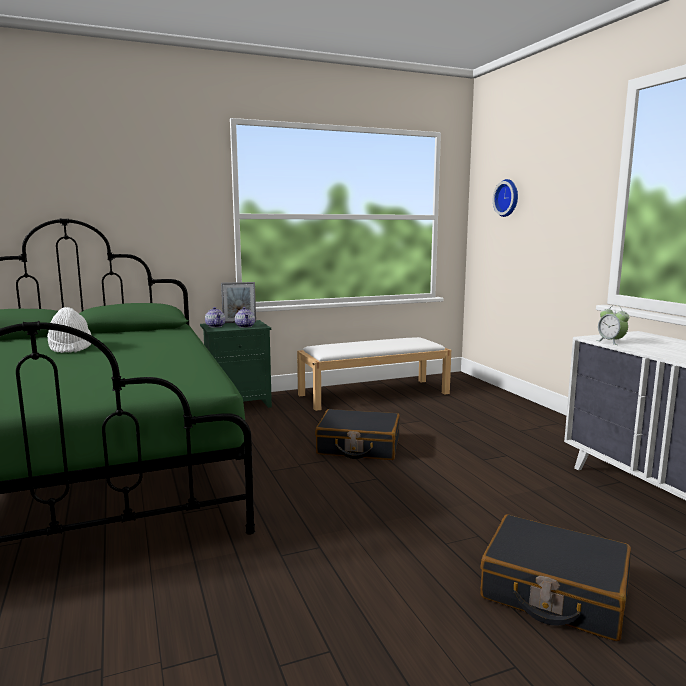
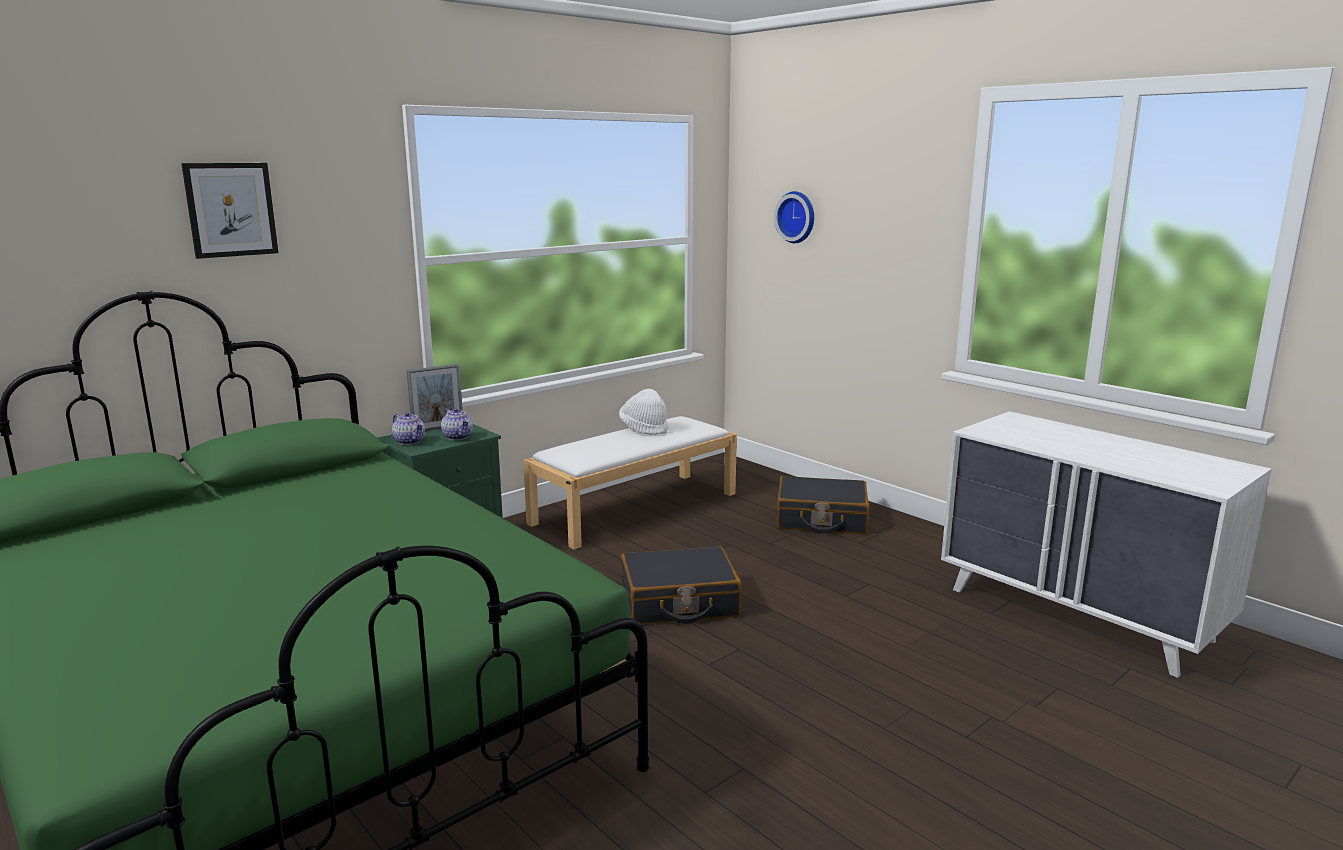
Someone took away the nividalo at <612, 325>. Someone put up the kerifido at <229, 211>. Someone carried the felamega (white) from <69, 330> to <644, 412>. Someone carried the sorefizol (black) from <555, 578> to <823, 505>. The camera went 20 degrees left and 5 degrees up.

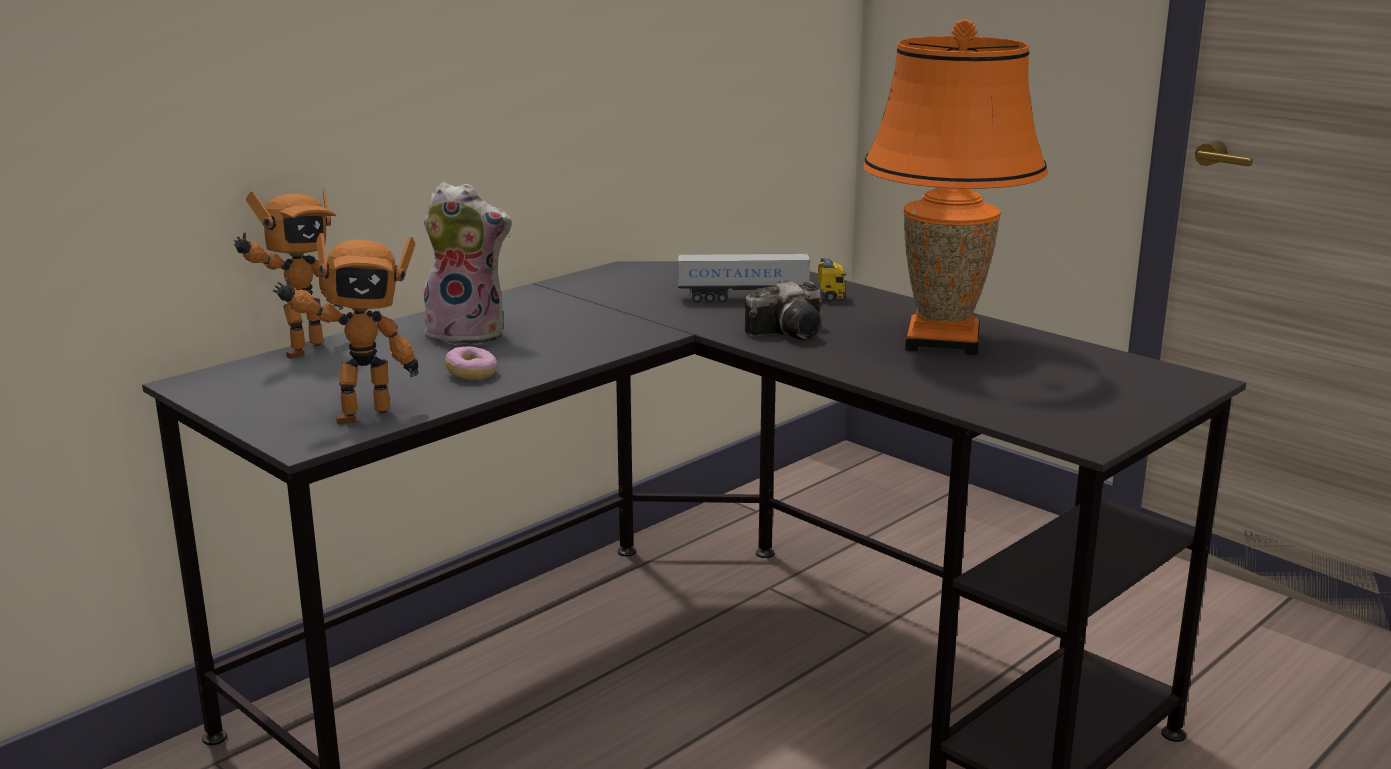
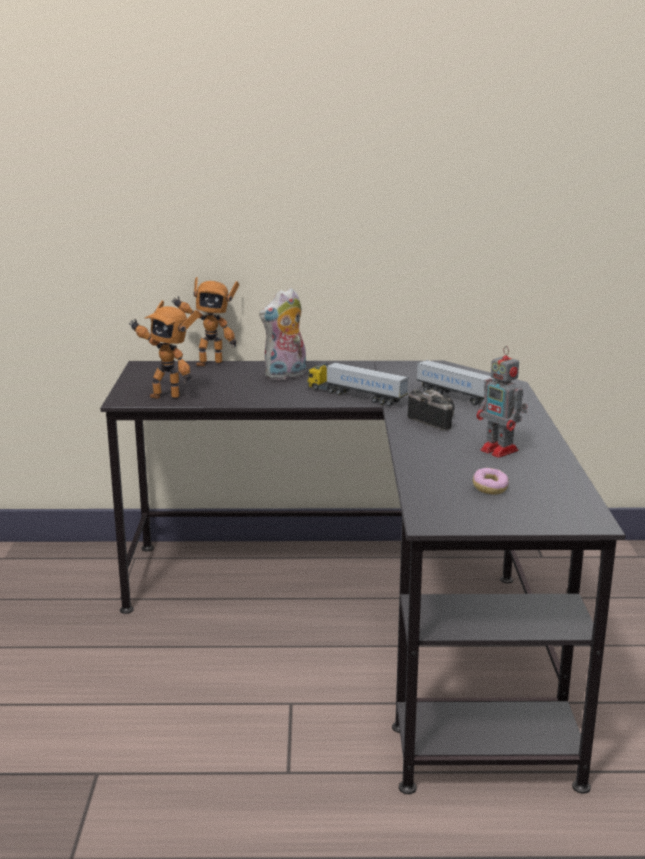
Someone put down the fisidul at <358, 384>. Someone carried the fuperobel from <471, 363> to <491, 481>. Someone swapped the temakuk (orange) at <955, 187> for the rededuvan at <502, 402>. Someone rotated the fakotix at <466, 263> by 90 degrees clockwise. Someone rotated the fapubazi at <783, 310> by 150 degrees counterclockwise. The camera went 45 degrees right and 0 degrees up.

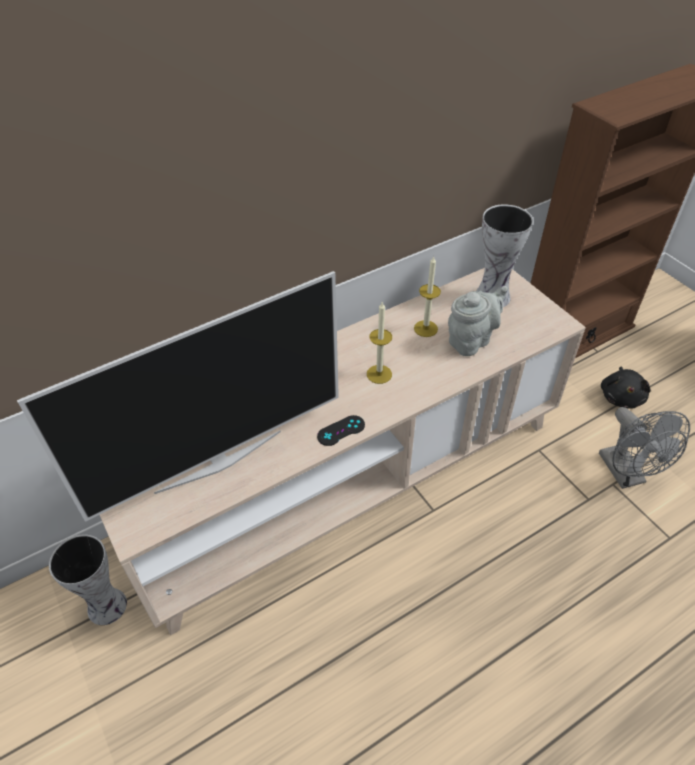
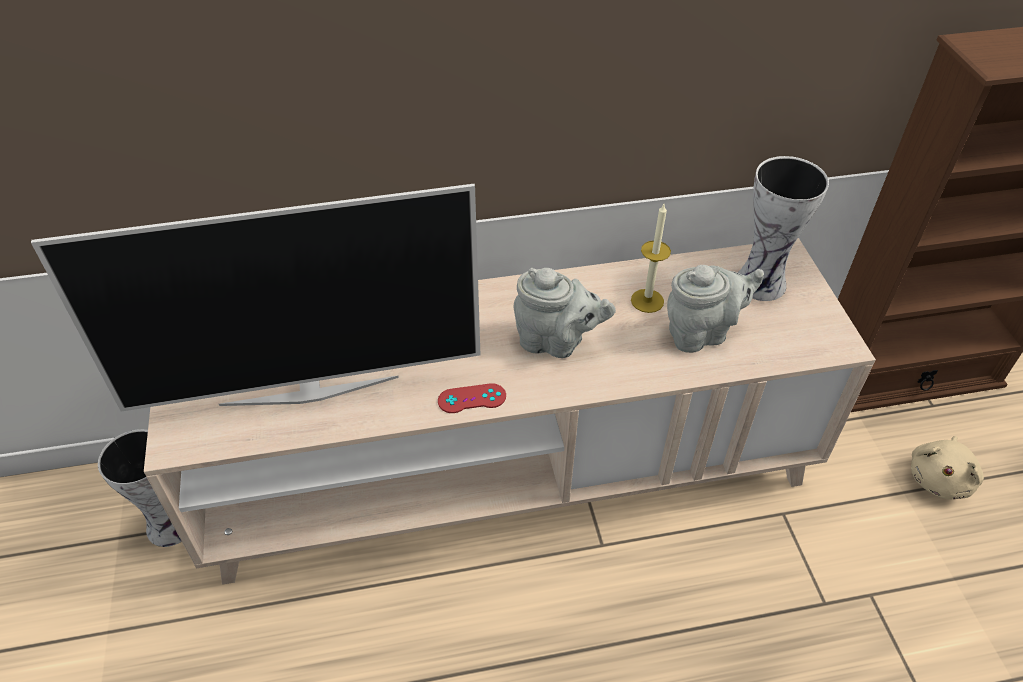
Someone took away the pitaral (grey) at <644, 448>. Someone swapped the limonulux at <379, 343> for the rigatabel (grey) at <565, 313>. Someone repainted the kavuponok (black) at <341, 430>, which became the kavuponok (red) at <472, 398>. Someone repainted the fakotix (black) at <625, 388>, which became the fakotix (beige) at <947, 468>. The camera went 20 degrees right and 0 degrees up.

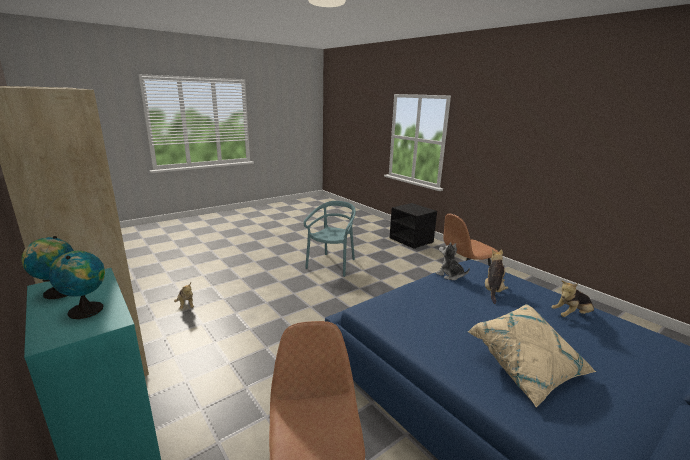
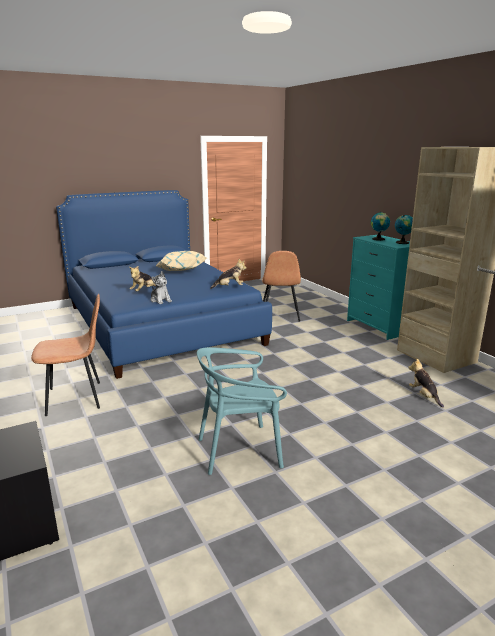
Someone carried the fakotix from <572, 299> to <228, 274>. Someone rotated the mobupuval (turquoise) at <329, 239> by 45 degrees clockwise. The camera went 170 degrees left and 0 degrees up.

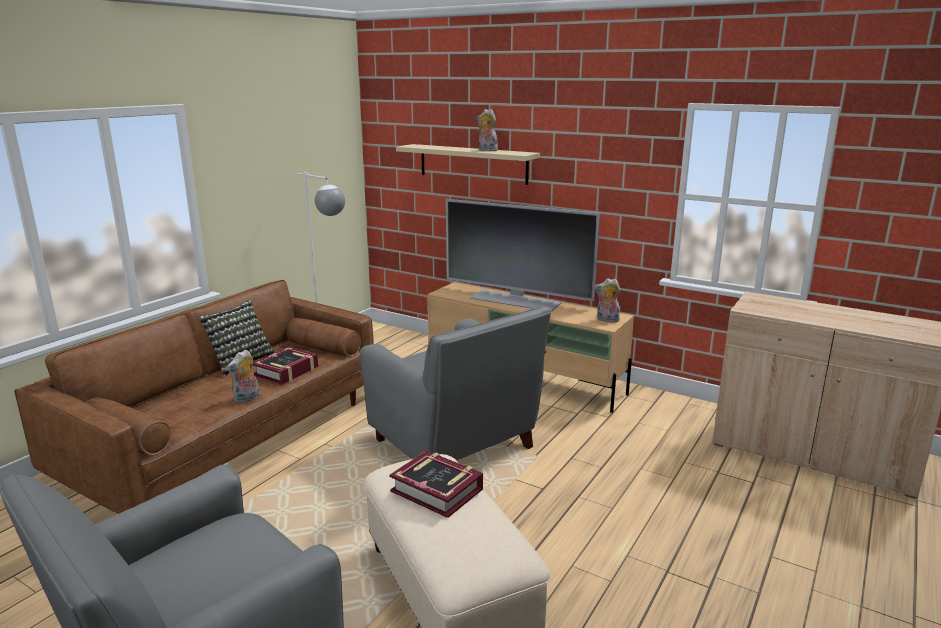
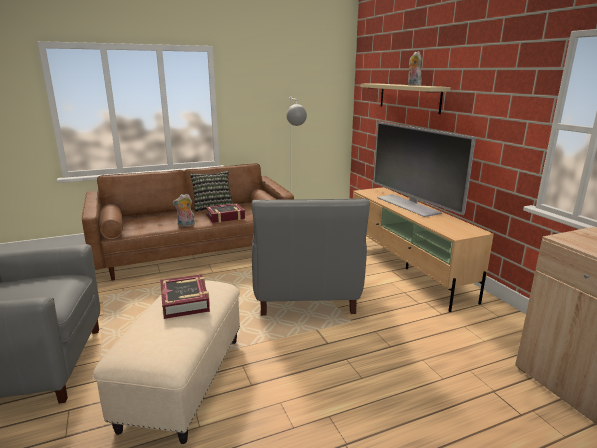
Someone took away the fakotix at <607, 300>. The camera went 35 degrees right and 0 degrees up.

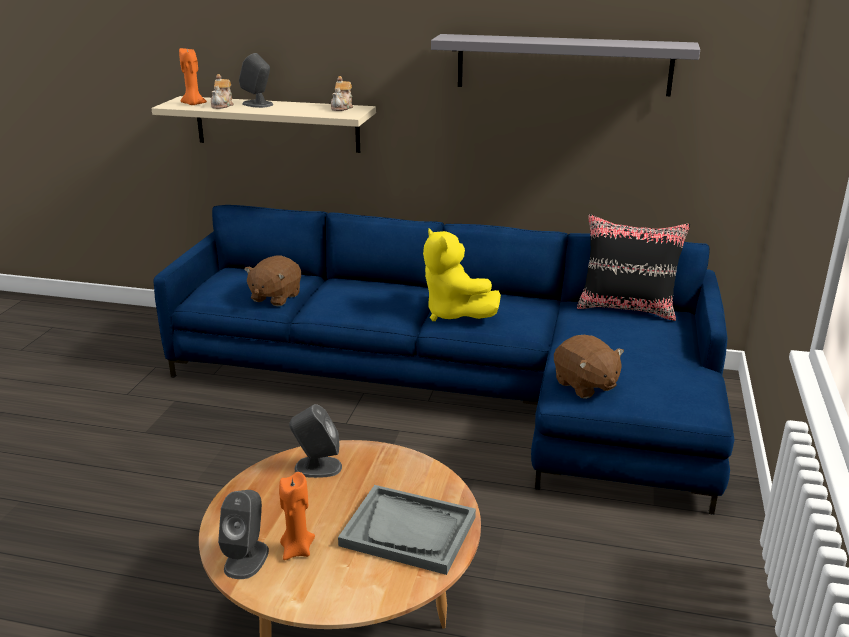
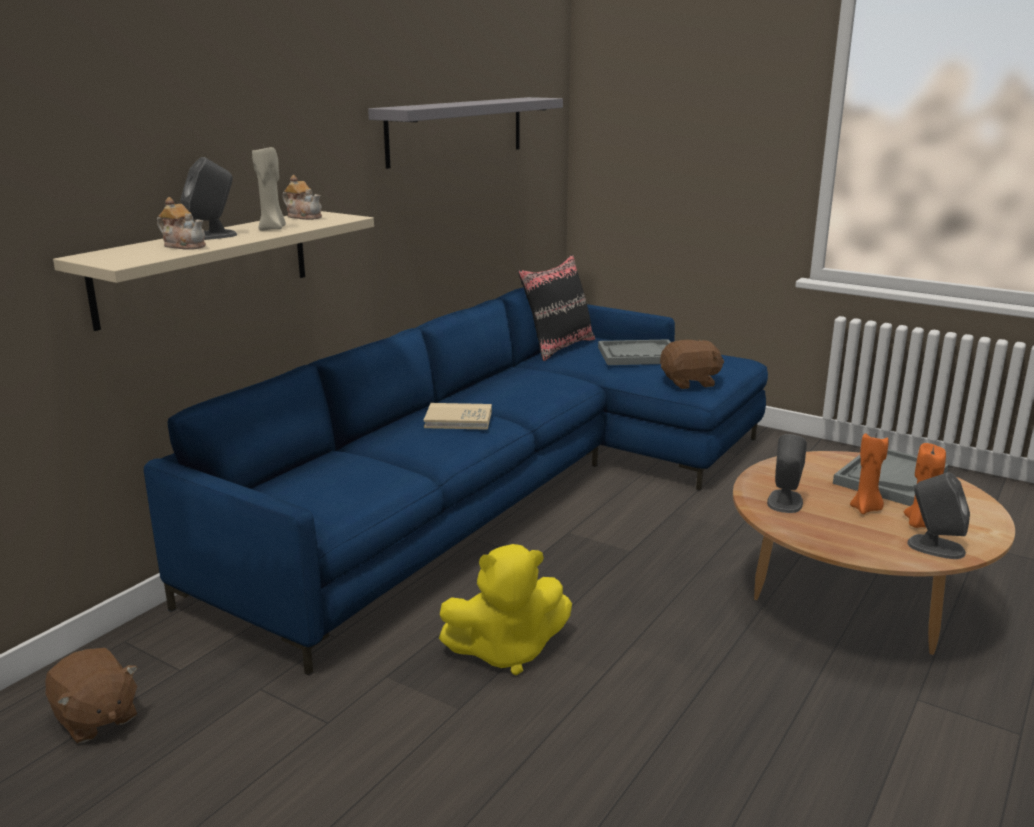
Someone put down the limonulux (beige) at <269, 189>. Someone put down the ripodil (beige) at <458, 416>. Someone put down the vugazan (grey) at <634, 352>. Someone carried the limonulux (orange) from <193, 76> to <869, 473>. Someone carried the fakotix (brown) from <272, 281> to <91, 696>. Someone carried the fakotix (yellow) from <462, 274> to <505, 610>. The camera went 70 degrees left and 5 degrees down.

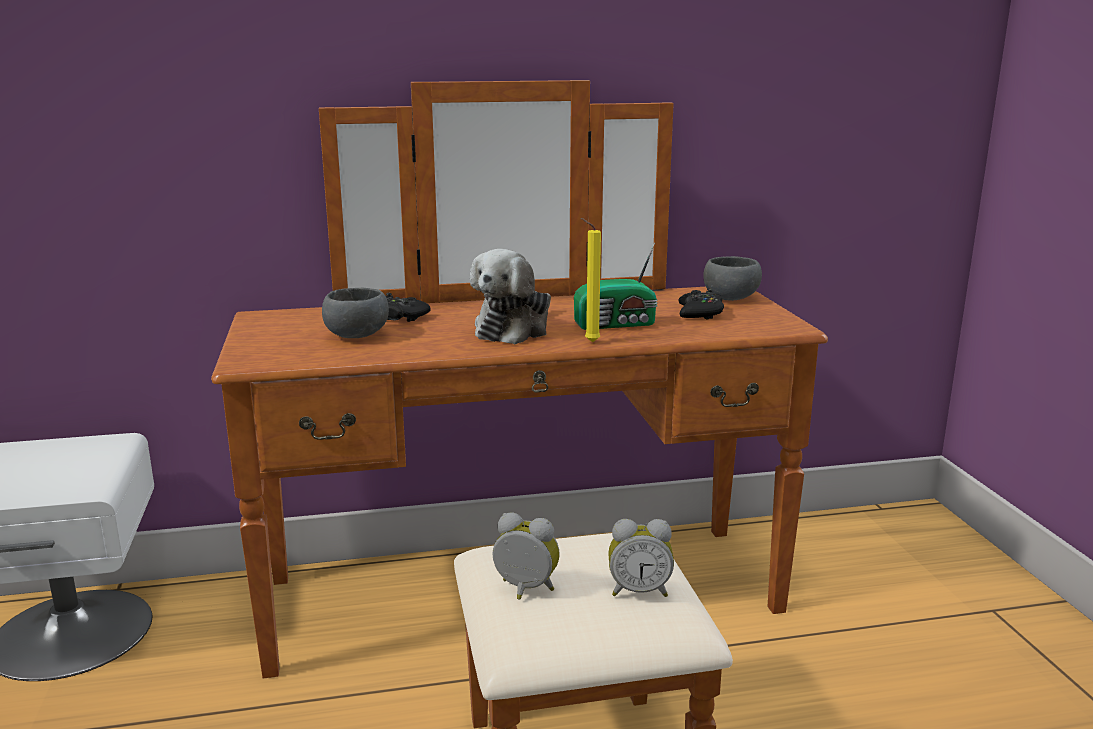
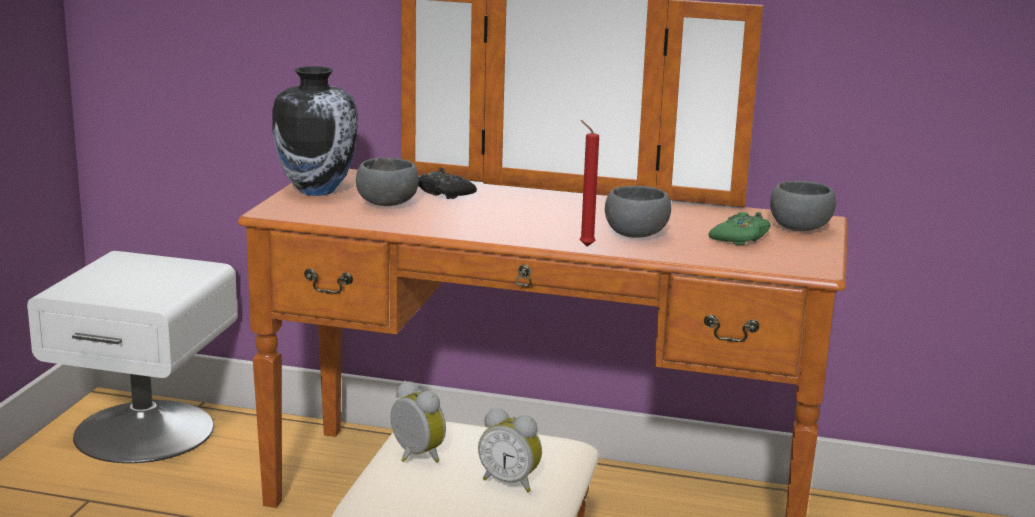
Someone took away the fakotix at <510, 296>. Someone put down the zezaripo at <315, 131>. Someone swapped the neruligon at <616, 286> for the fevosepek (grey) at <638, 212>. Someone repainted the limonulux (yellow) at <591, 280>, which became the limonulux (red) at <589, 183>. Someone repainted the kavuponok (black) at <701, 303>, which became the kavuponok (green) at <740, 228>. The camera went 25 degrees right and 0 degrees up.

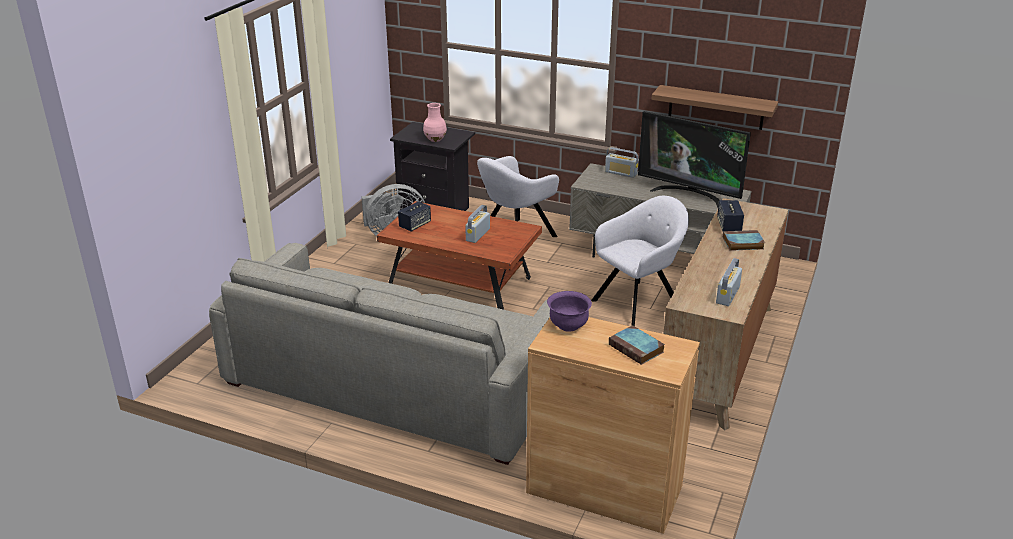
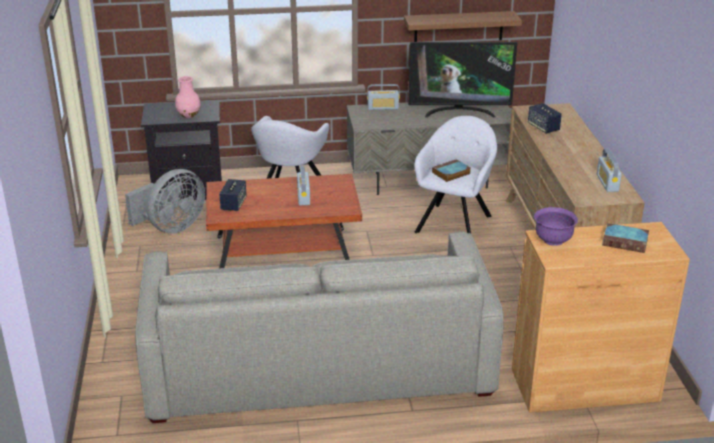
Someone carried the ripodil from <744, 240> to <451, 170>. The camera went 30 degrees left and 0 degrees up.

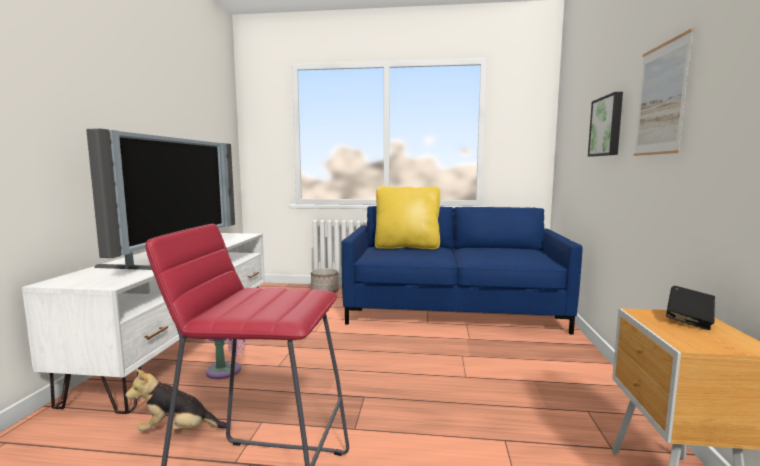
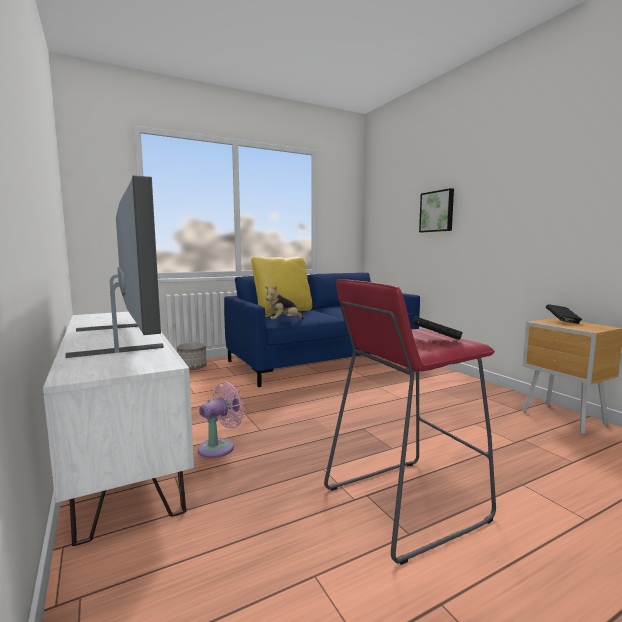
Someone took away the kerifido at <663, 92>. Someone put down the ripodil (black) at <437, 328>. Someone carried the fakotix from <176, 400> to <284, 303>. The camera went 35 degrees left and 0 degrees up.

